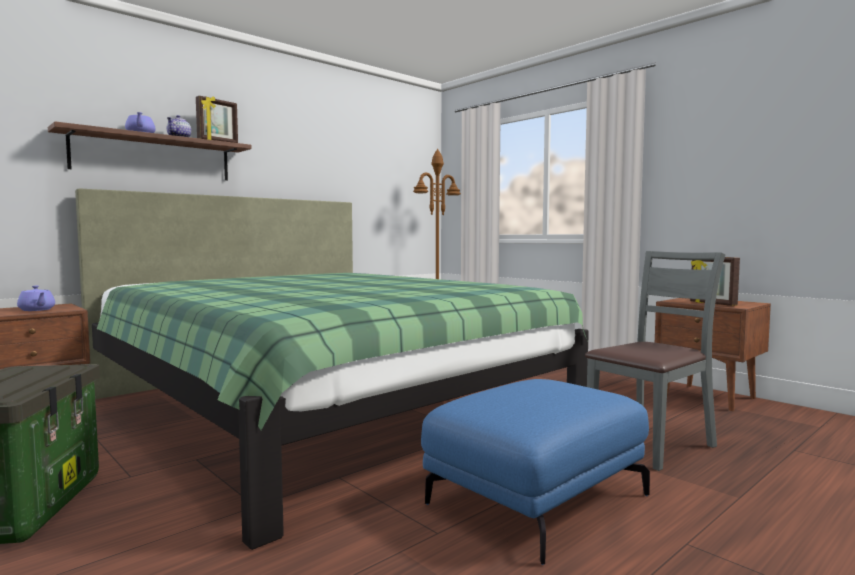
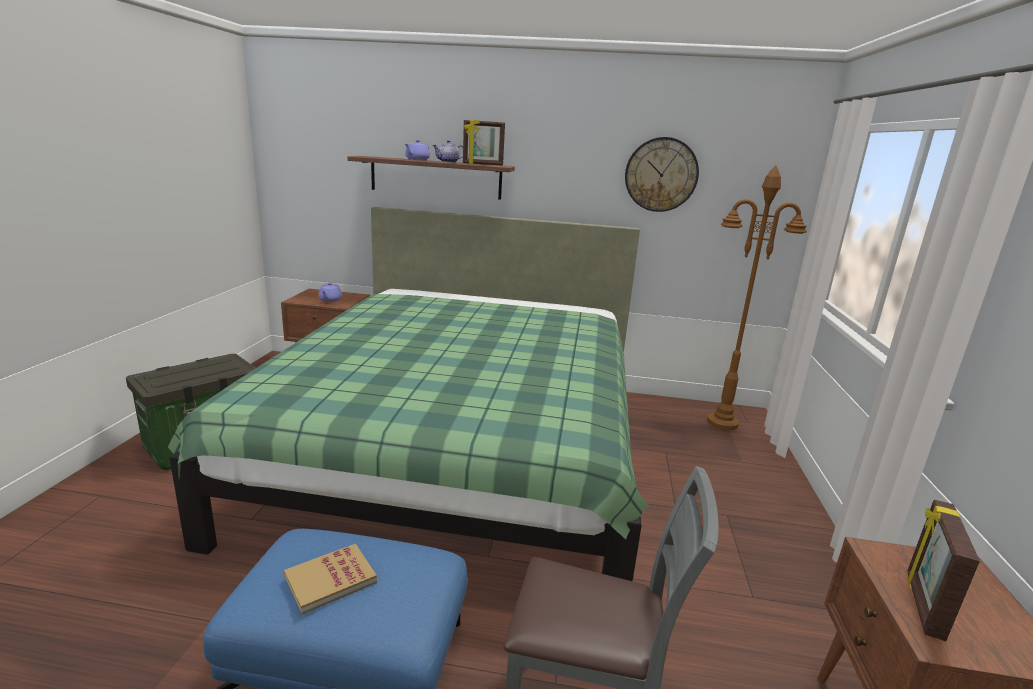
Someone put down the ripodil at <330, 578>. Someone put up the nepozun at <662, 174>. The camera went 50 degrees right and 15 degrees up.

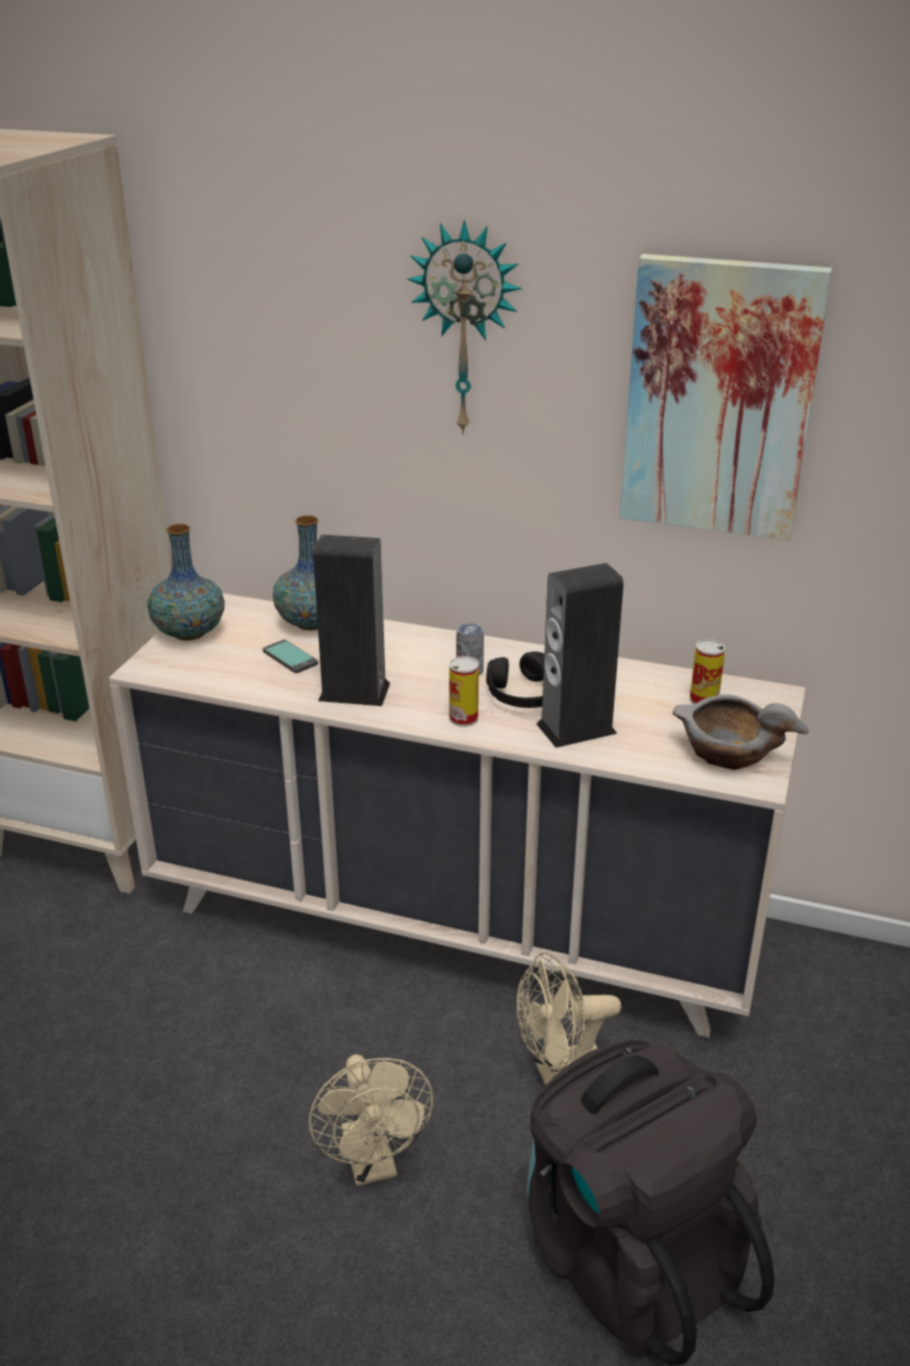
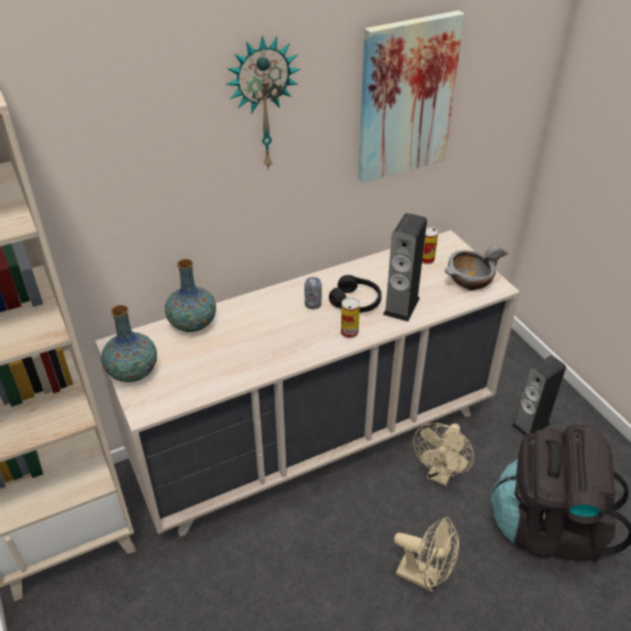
Someone took away the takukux at <290, 656>. Someone carried the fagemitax from <351, 620> to <538, 395>. The camera went 45 degrees left and 10 degrees up.

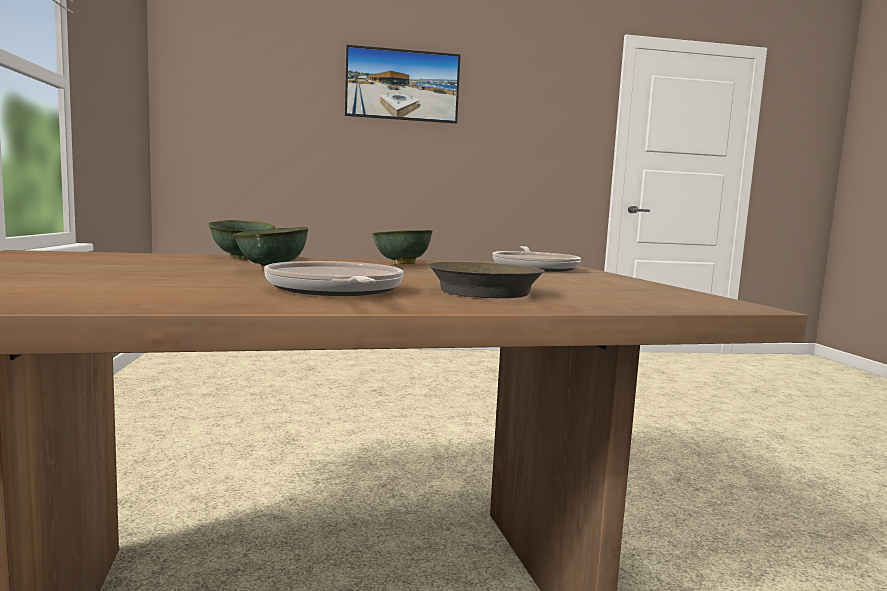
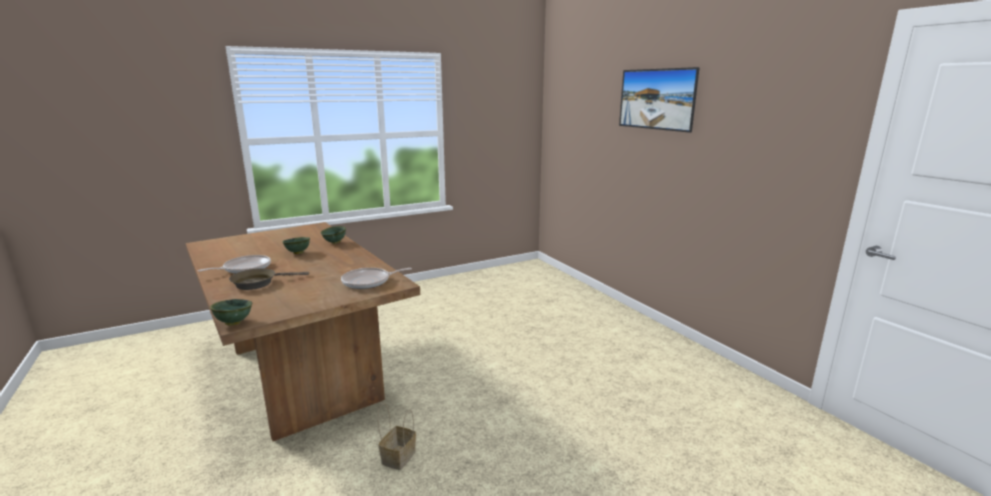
Someone put down the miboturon at <397, 436>. Someone carried the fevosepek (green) from <402, 247> to <231, 312>. The camera went 70 degrees right and 10 degrees up.

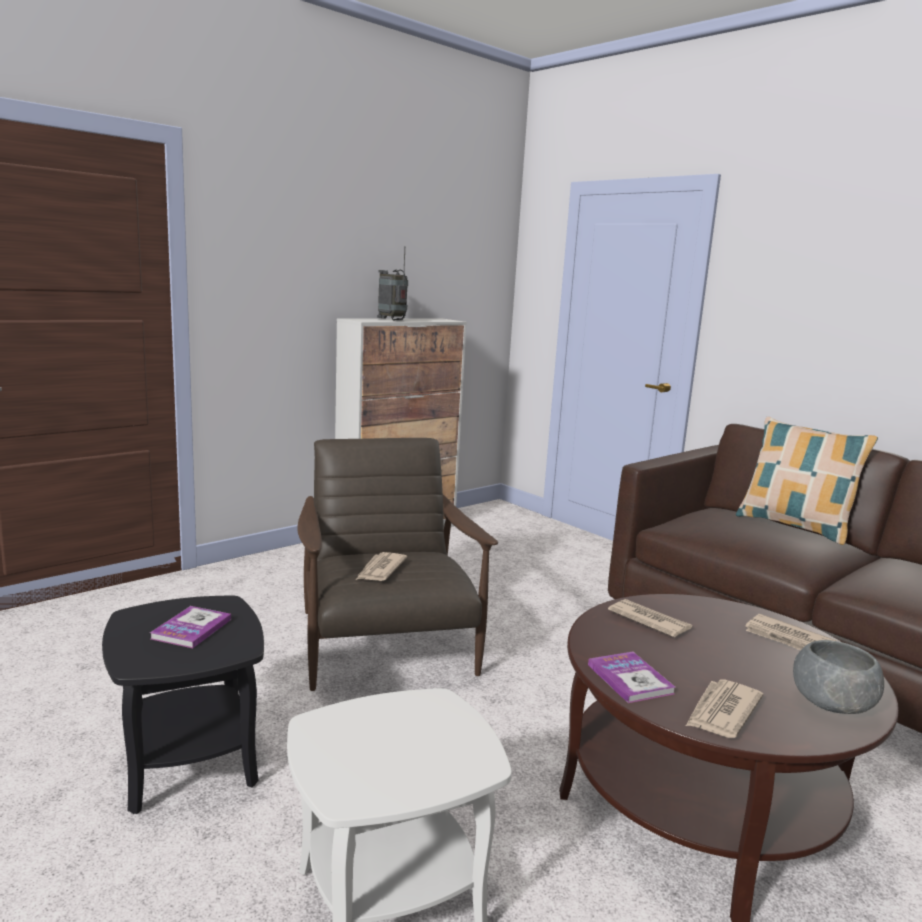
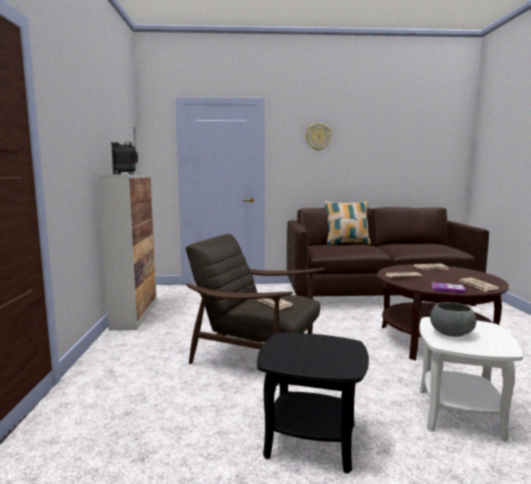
Someone took away the ripodil at <190, 627>. Someone put up the nepozun at <319, 136>. Someone carried the fevosepek (grey) from <838, 677> to <453, 319>. The camera went 50 degrees left and 5 degrees down.

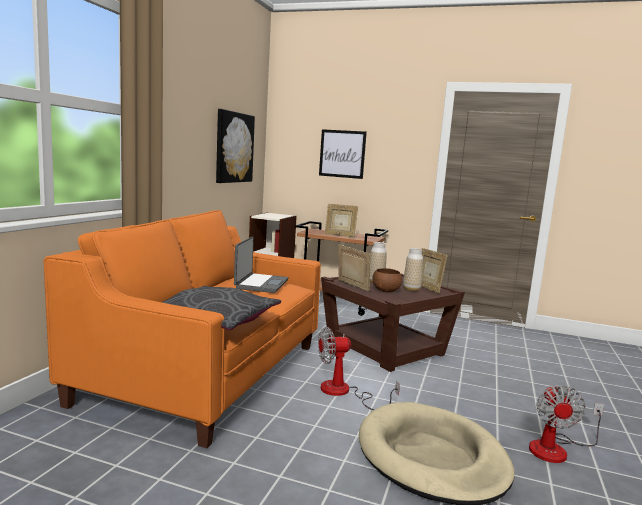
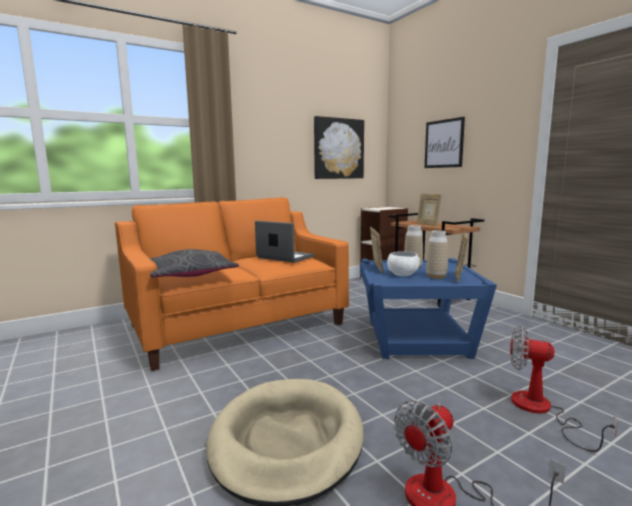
Someone carried the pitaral from <359, 368> to <564, 389>. Someone repainted the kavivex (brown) at <393, 323>, which became the kavivex (blue) at <428, 308>. Someone repainted the fevosepek (brown) at <387, 280>, which became the fevosepek (white) at <403, 263>. Someone rotated the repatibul at <261, 265> by 105 degrees counterclockwise. The camera went 40 degrees right and 0 degrees up.

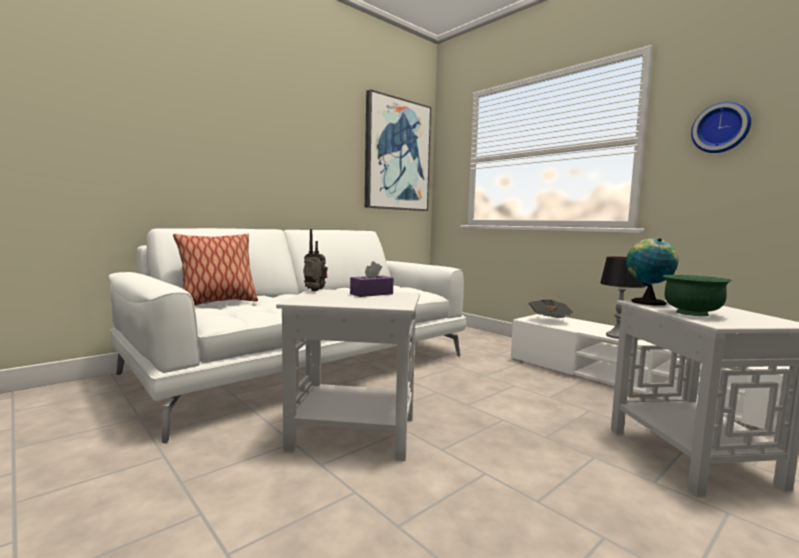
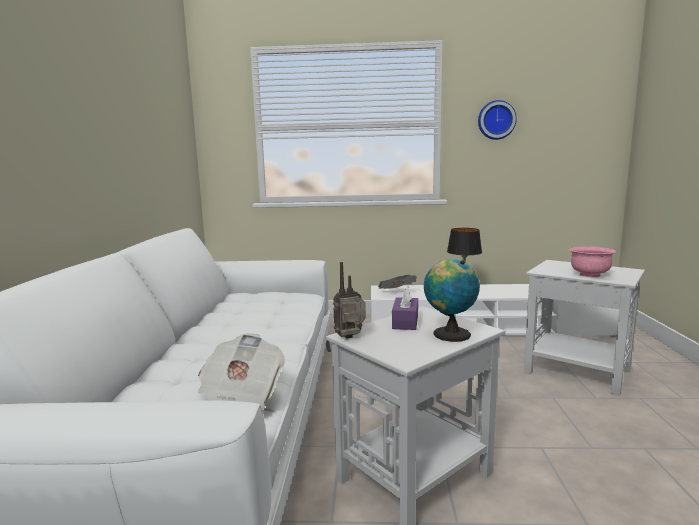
Someone took away the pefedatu at <215, 270>. Someone took away the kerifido at <398, 150>. Someone put down the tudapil at <241, 371>. Someone carried the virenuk from <652, 272> to <452, 300>. Someone repainted the fevosepek (green) at <697, 295>, which became the fevosepek (pink) at <592, 261>. The camera went 45 degrees left and 5 degrees up.

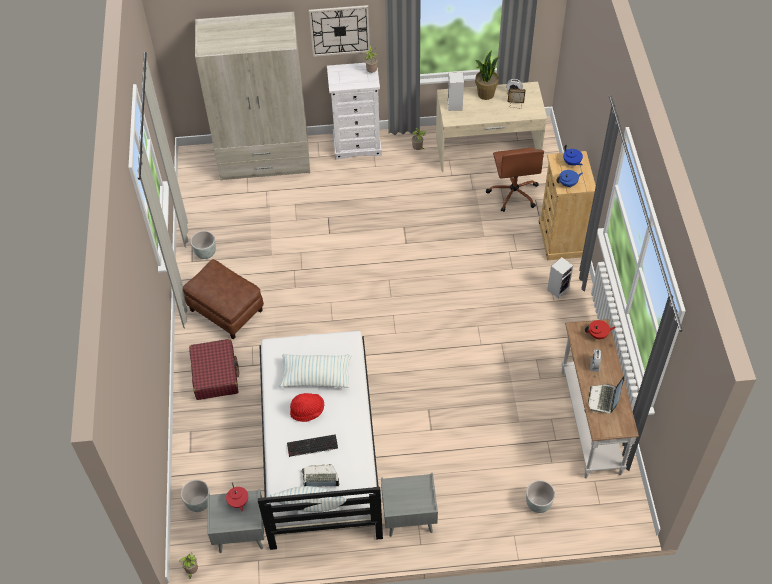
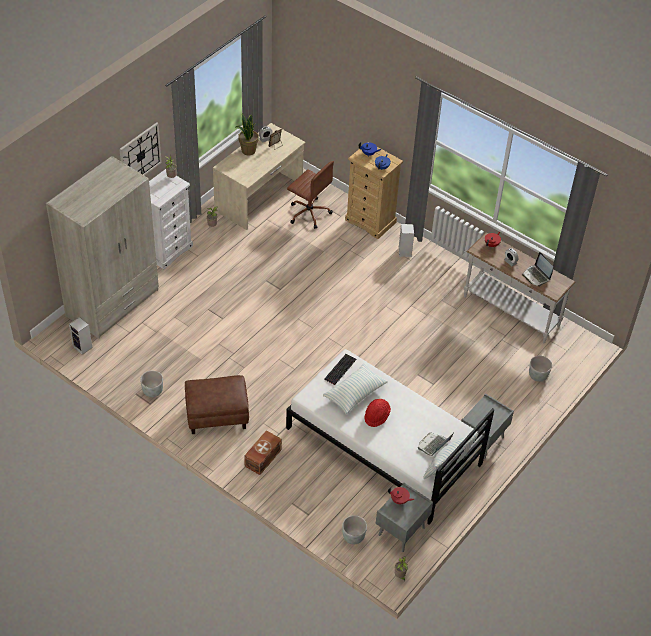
Someone carried the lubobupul from <312, 445> to <340, 369>. Someone carried the fagemitax from <456, 91> to <80, 336>. Someone swapped the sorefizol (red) at <214, 369> for the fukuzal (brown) at <263, 452>. The camera went 50 degrees left and 5 degrees down.

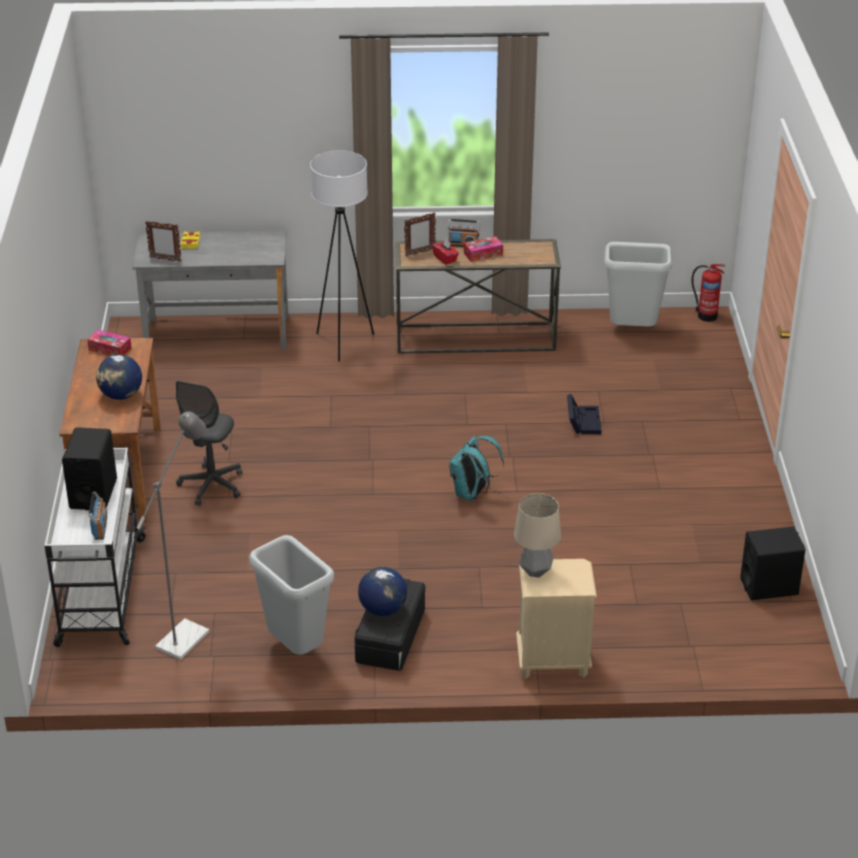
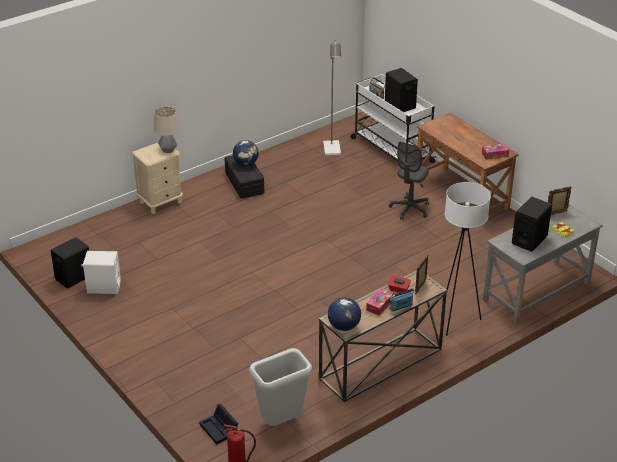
Someone took away the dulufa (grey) at <291, 595>. Someone took away the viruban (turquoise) at <476, 468>. Someone put down the fagemitax (white) at <101, 272>. Someone put down the fagemitax (black) at <532, 224>. Someone carried the virenuk from <119, 377> to <344, 314>. Someone carried the fukuzal (black) from <584, 414> to <218, 424>. Someone rotated the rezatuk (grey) at <209, 443> by 135 degrees counterclockwise. The camera went 145 degrees right and 0 degrees up.

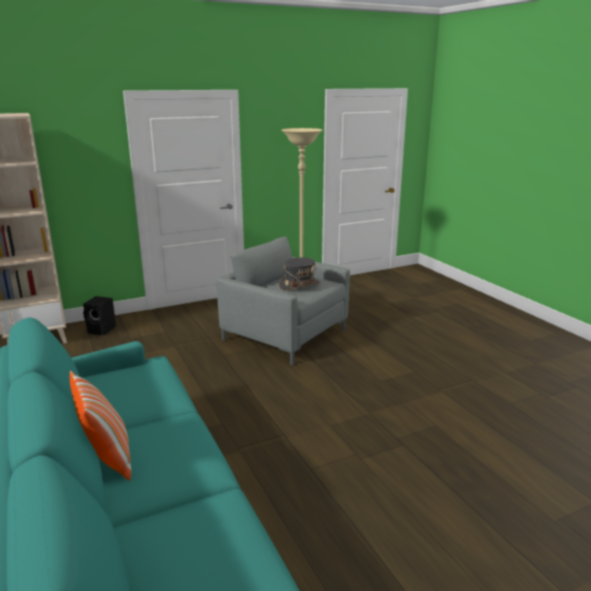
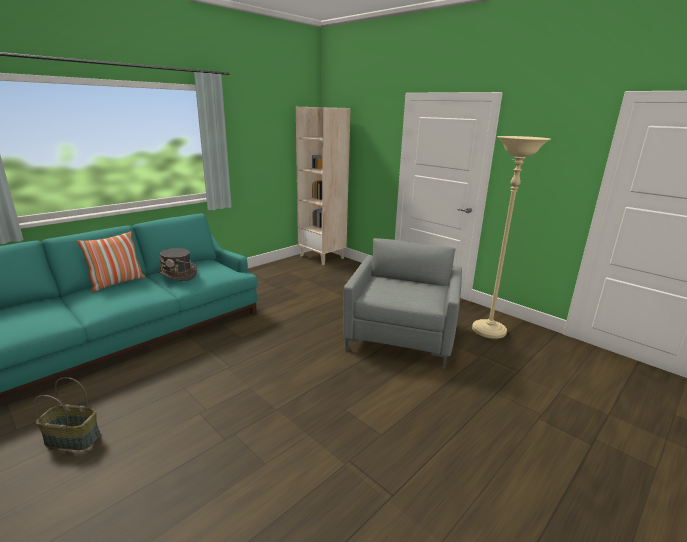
Someone took away the fagemitax (black) at <99, 315>. Someone put down the miboturon at <66, 413>. Someone carried the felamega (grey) from <299, 274> to <177, 264>. The camera went 70 degrees right and 0 degrees up.

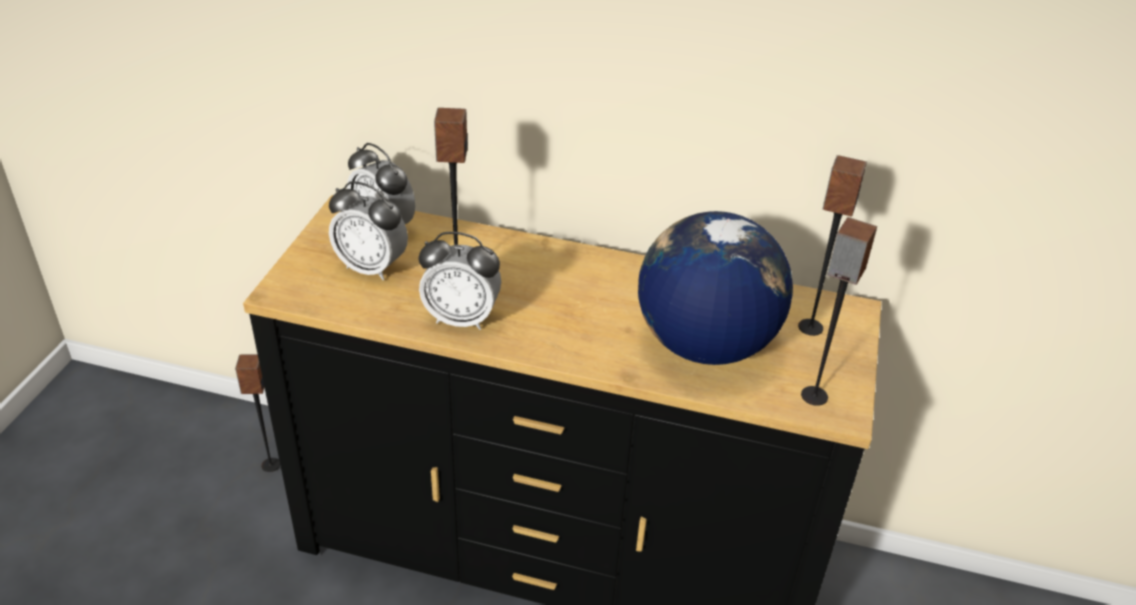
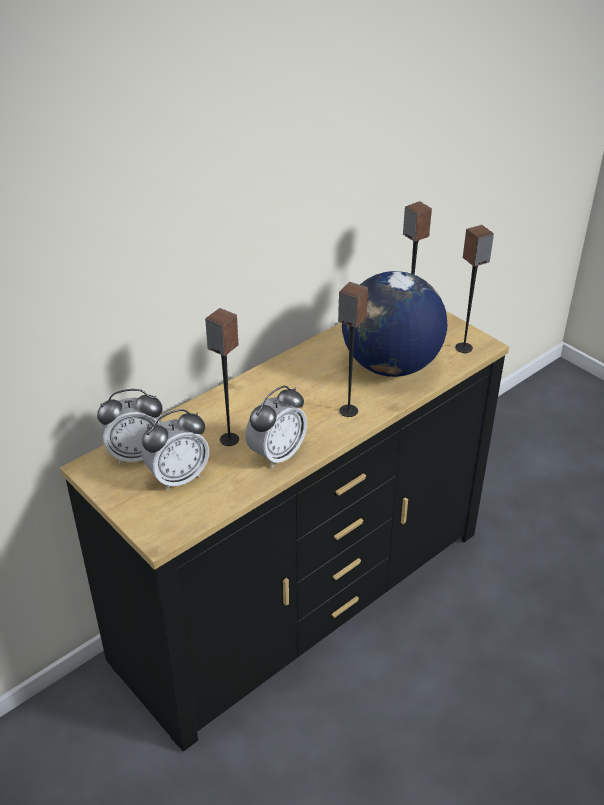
Someone carried the fagemitax from <257, 413> to <353, 349>. The camera went 55 degrees left and 0 degrees up.

